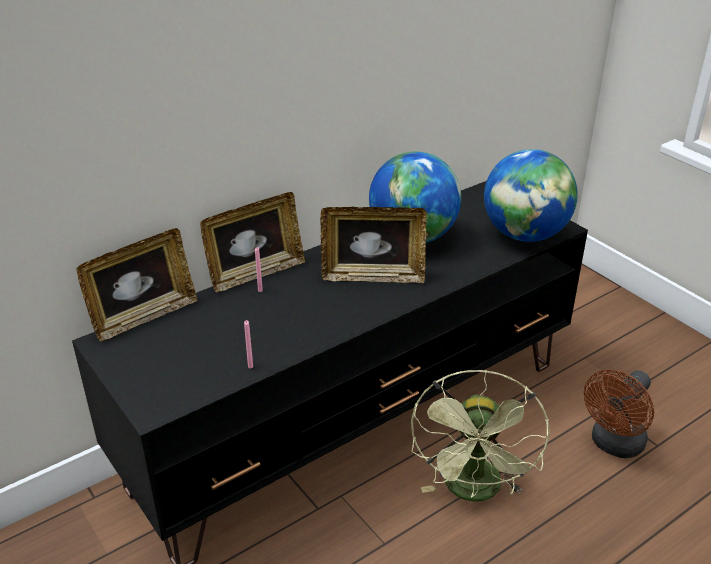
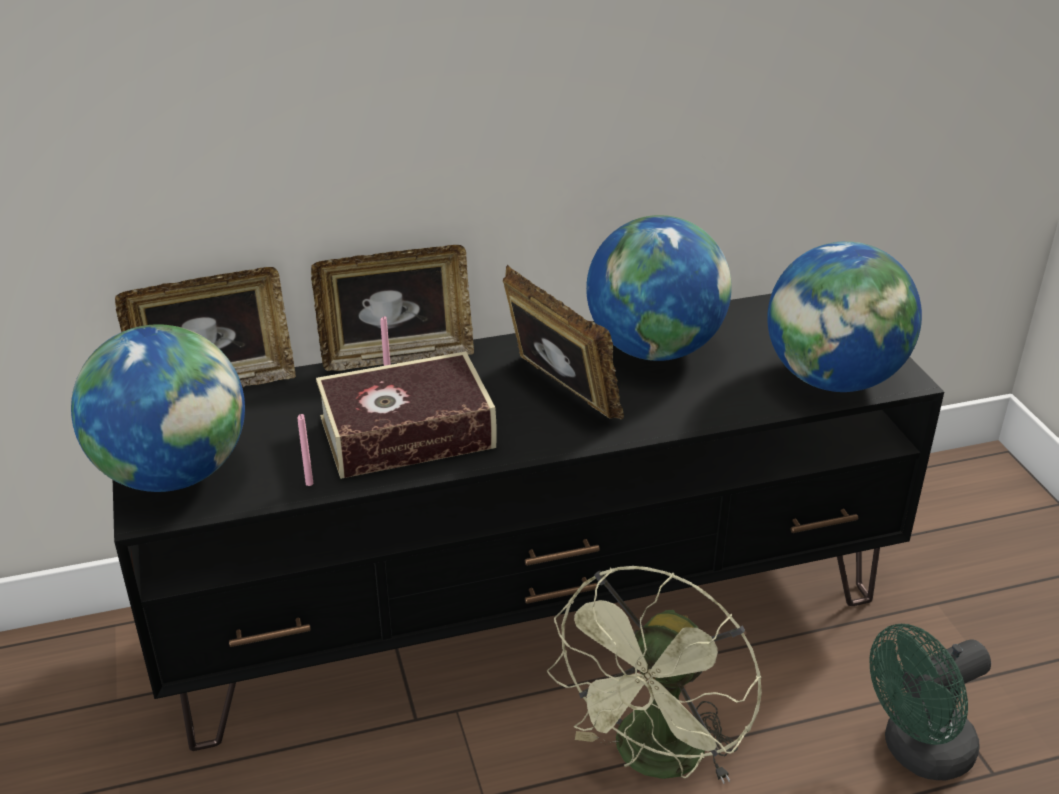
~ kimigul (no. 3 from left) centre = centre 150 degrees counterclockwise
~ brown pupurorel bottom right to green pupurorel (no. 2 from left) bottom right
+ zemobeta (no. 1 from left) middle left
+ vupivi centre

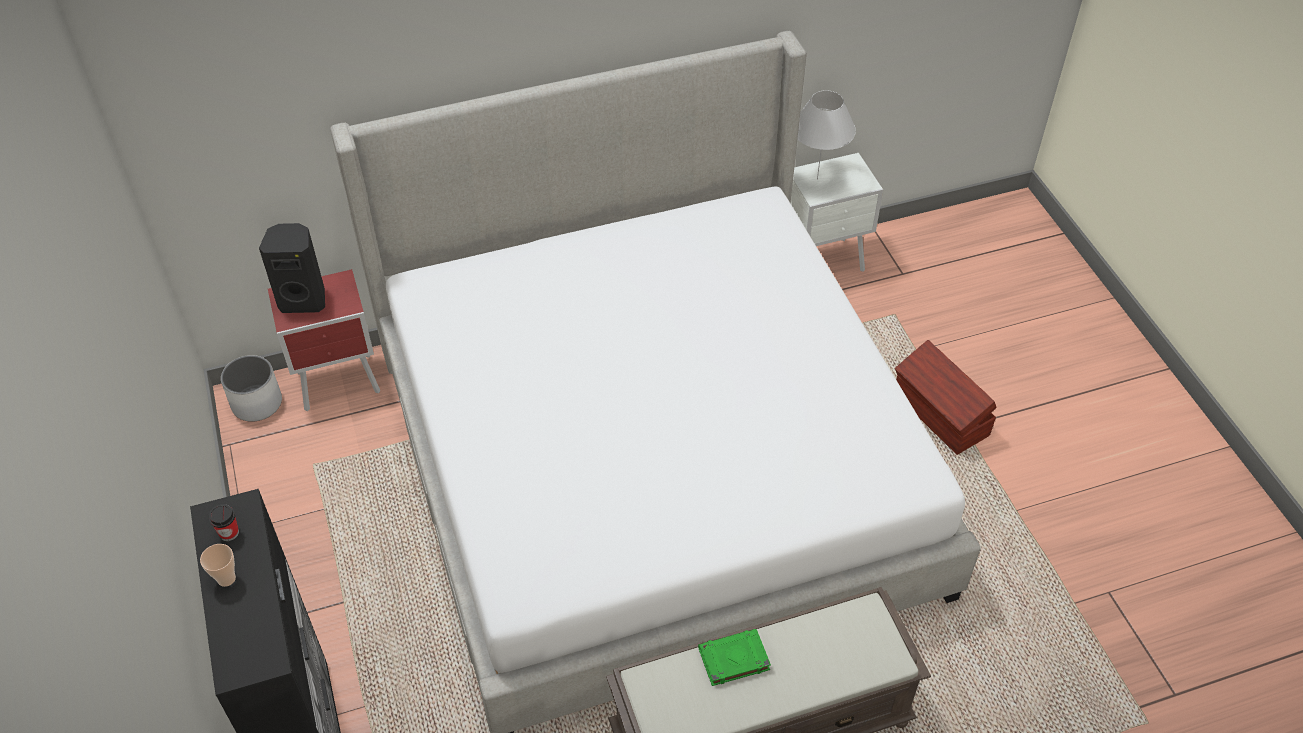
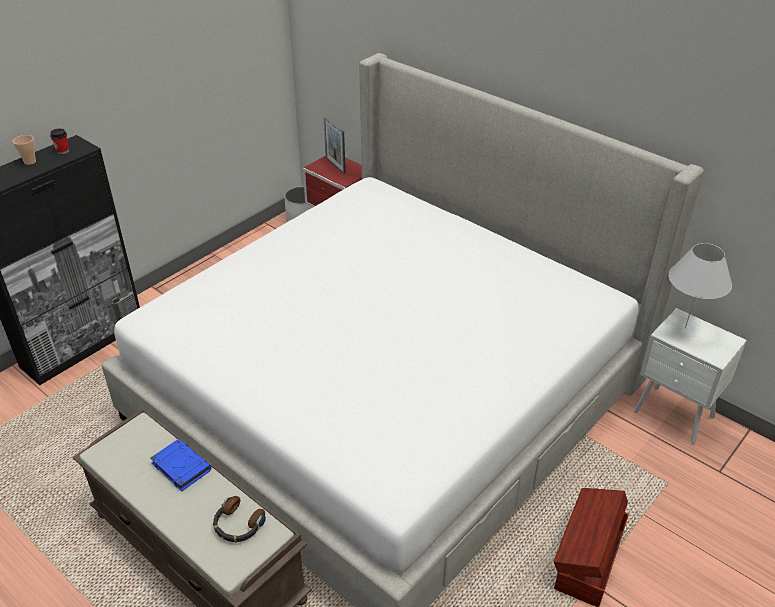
~ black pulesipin middle left to kimigul top centre
~ green vupivi bottom centre to blue vupivi bottom left
+ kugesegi bottom left

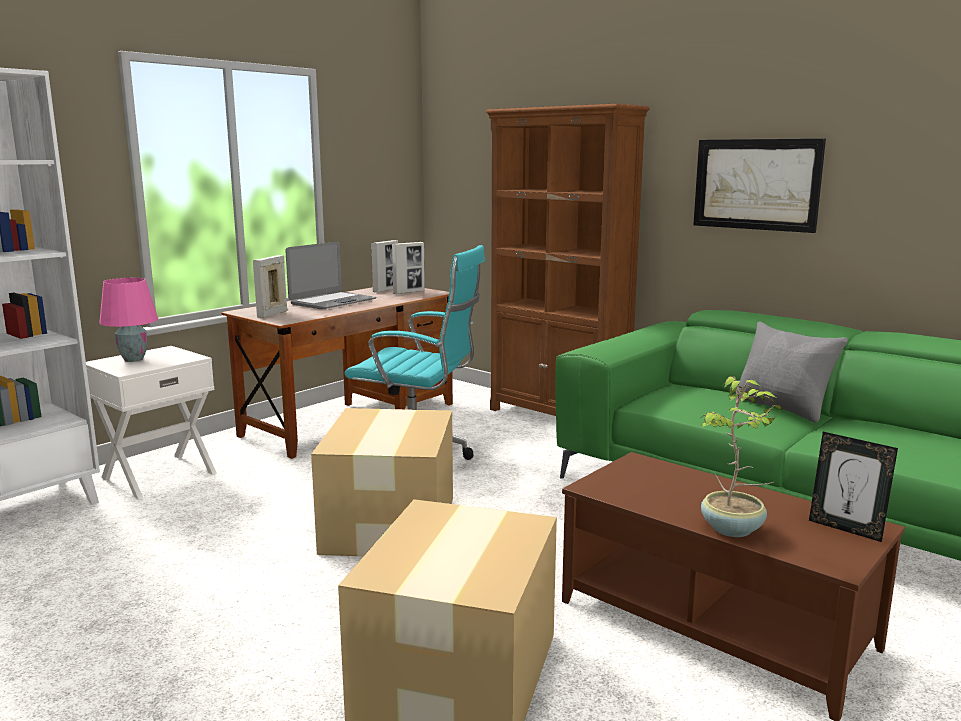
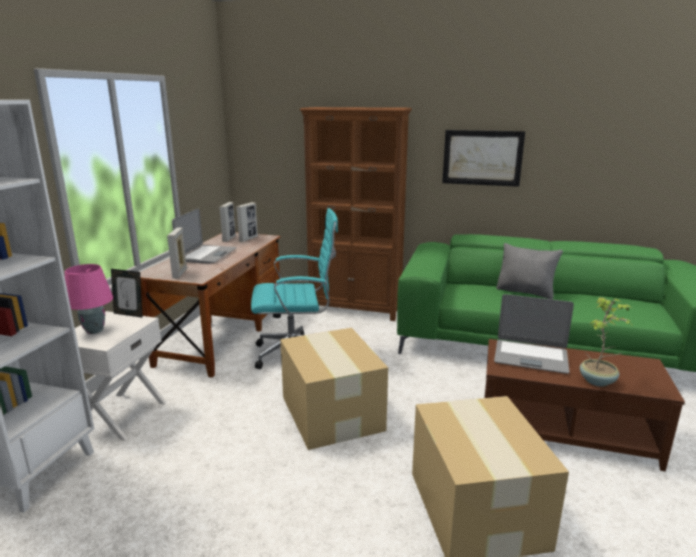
~ kimigul (no. 4 from left in the first image) bottom right to kimigul (no. 1 from left) middle left
+ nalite (no. 2 from left) middle right

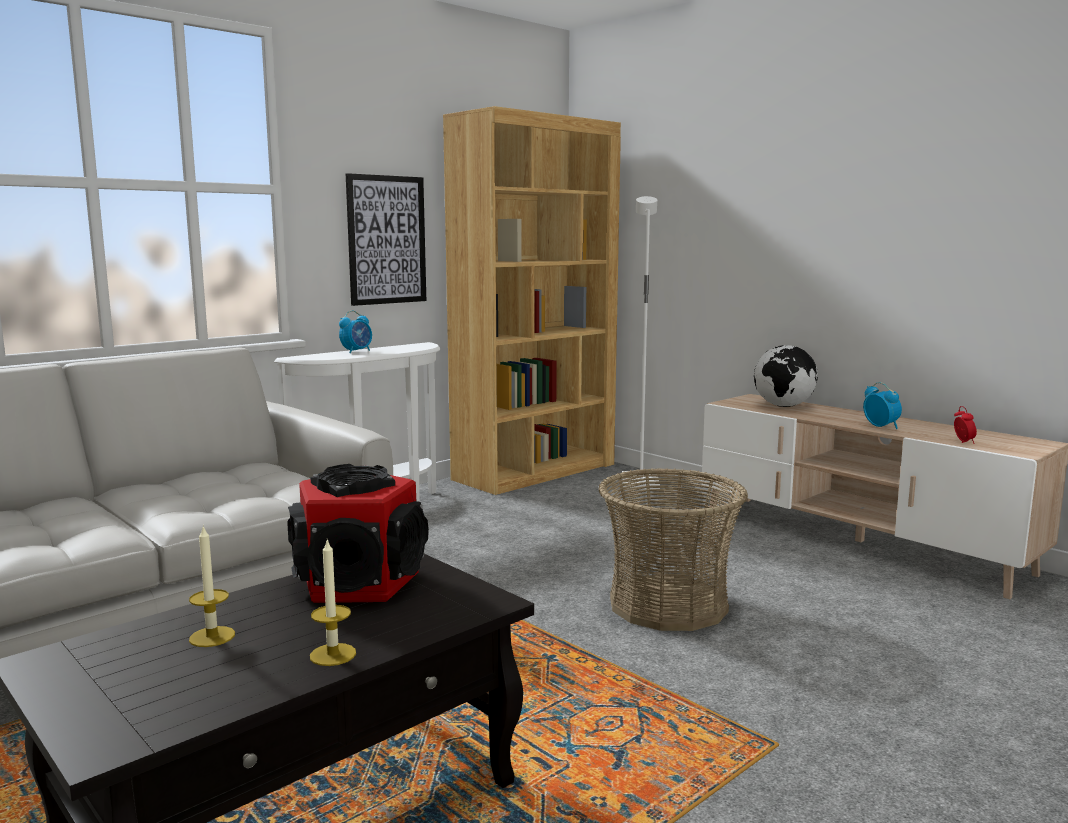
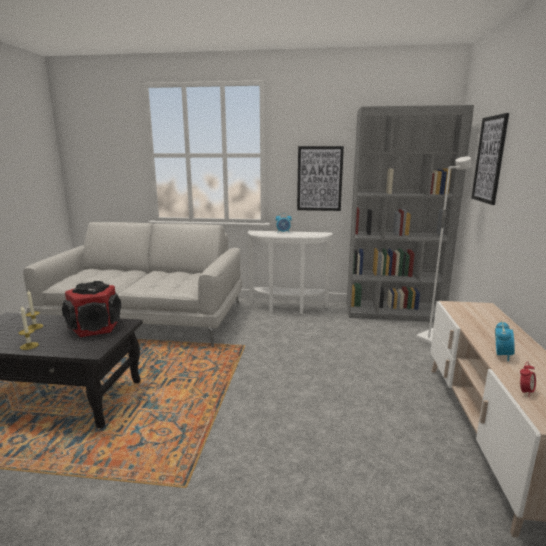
~ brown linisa centre to grey linisa middle right
- zemobeta middle right
- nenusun bottom centre
+ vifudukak (no. 2 from left) top right

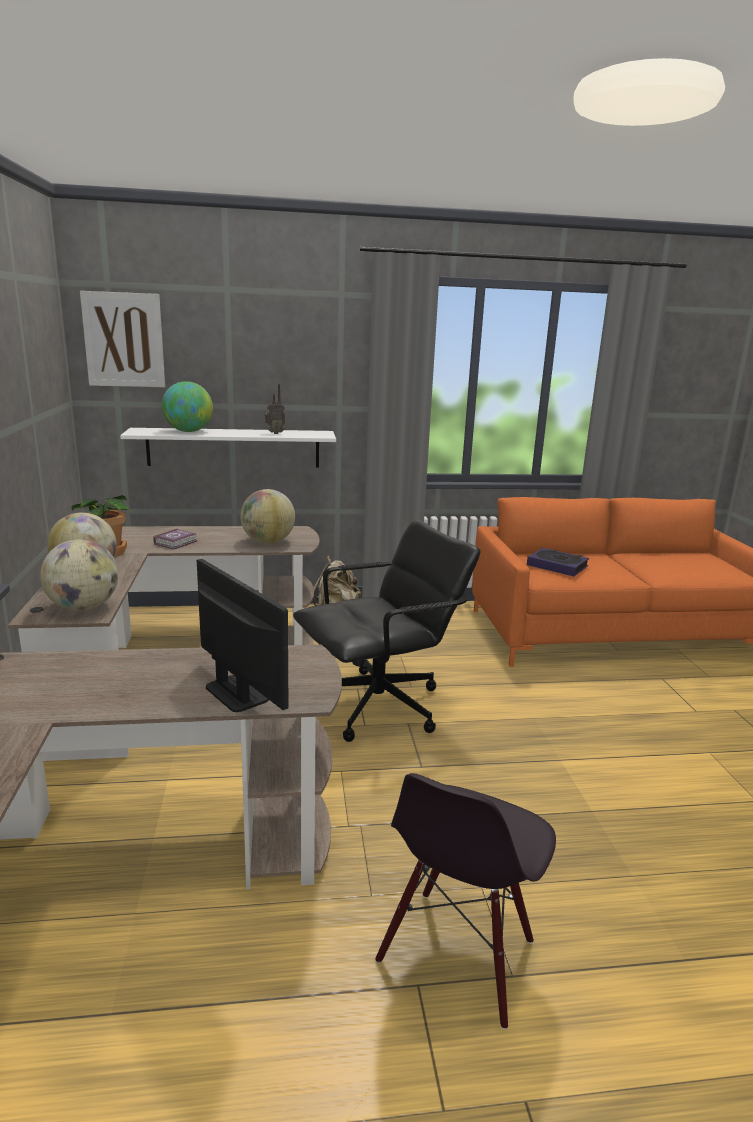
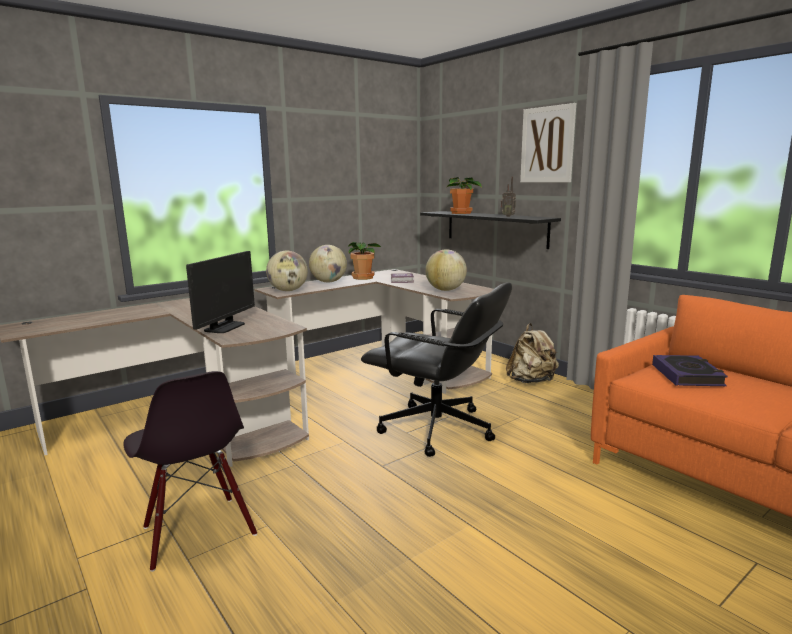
~ vifudukak top left to top right
~ zemobeta (no. 3 from left) middle left to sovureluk (no. 2 from left) top centre
~ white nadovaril middle left to black nadovaril centre
~ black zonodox bottom centre = bottom left 120 degrees counterclockwise

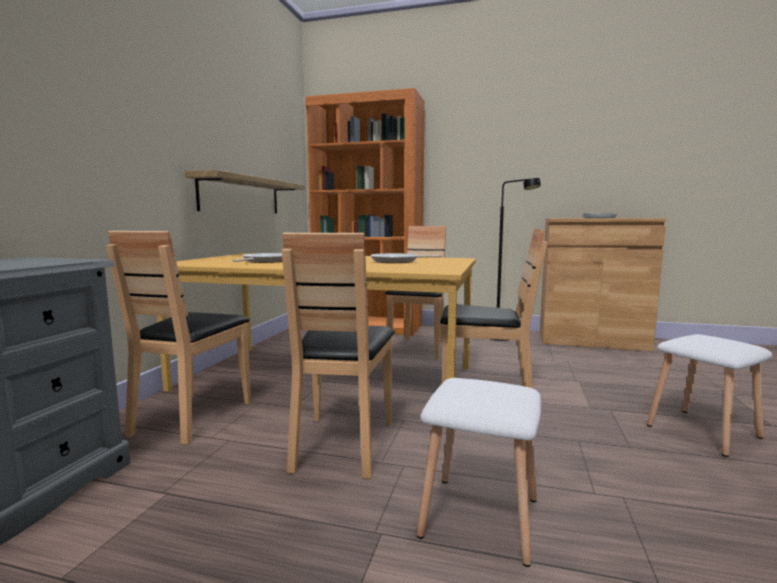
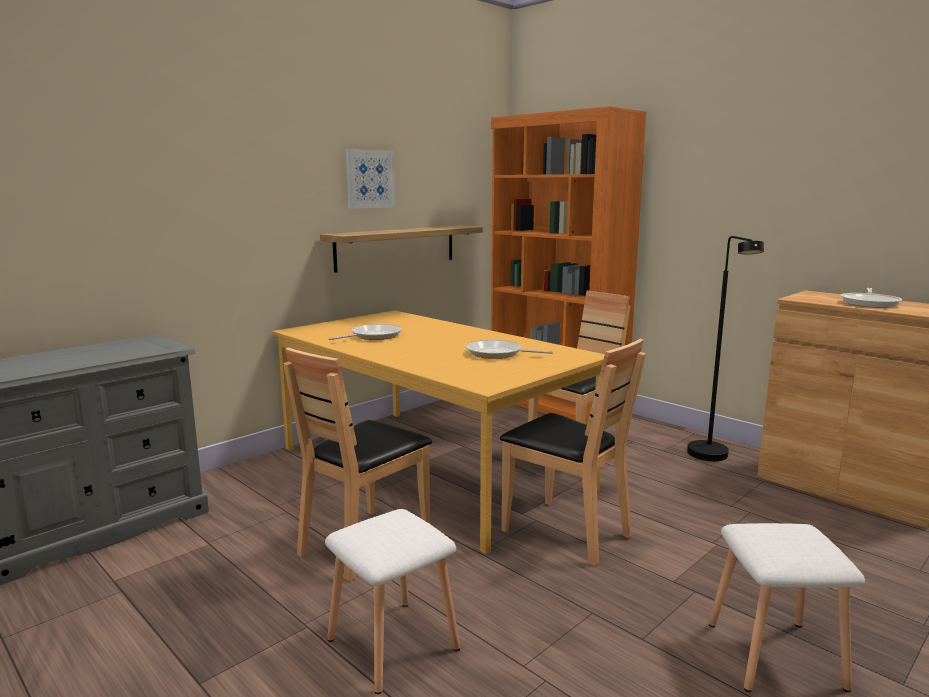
- brown zonodox (no. 1 from left) middle left
+ vifudukak top centre

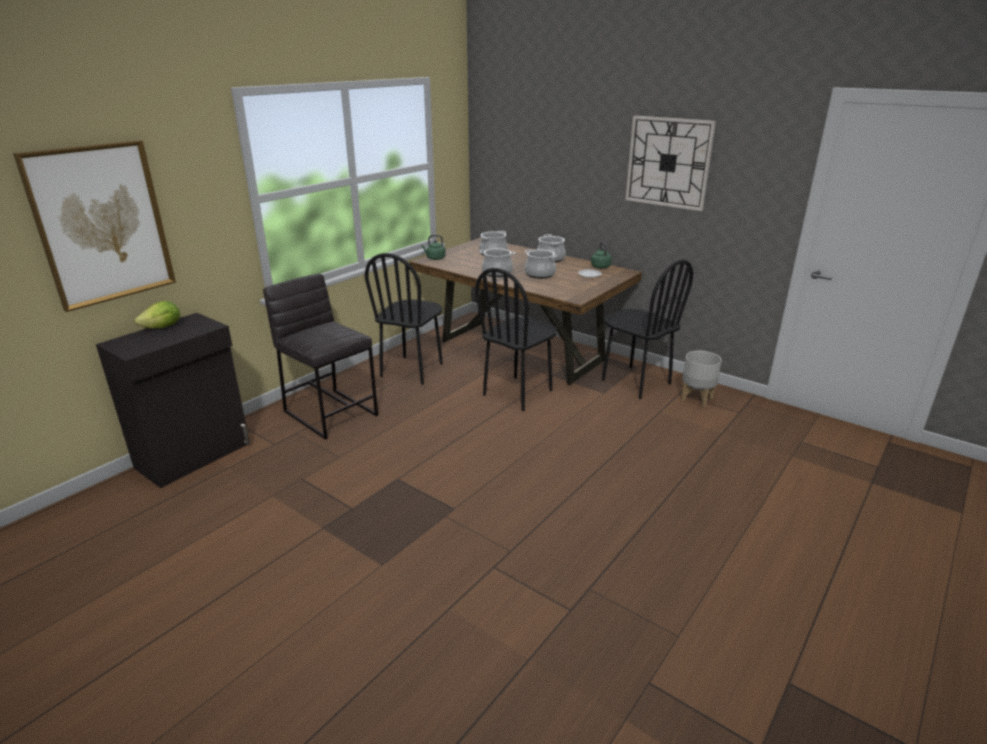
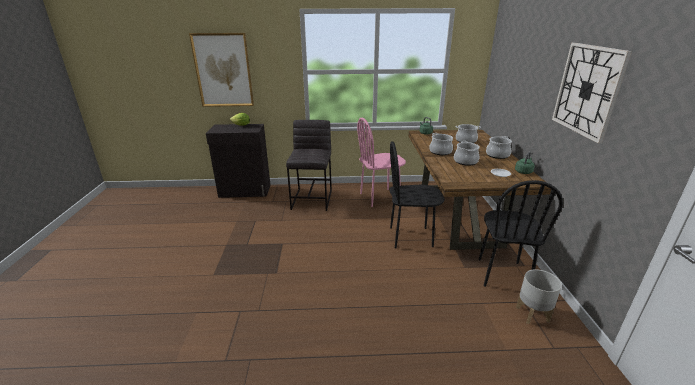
~ black zonodox (no. 1 from left) centre to pink zonodox centre

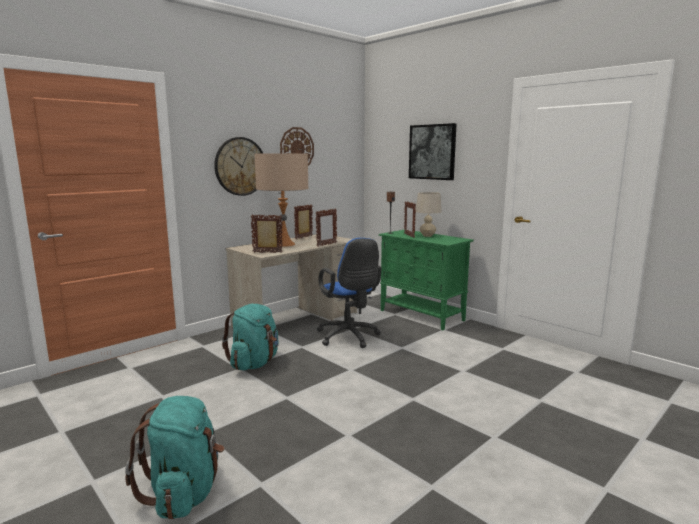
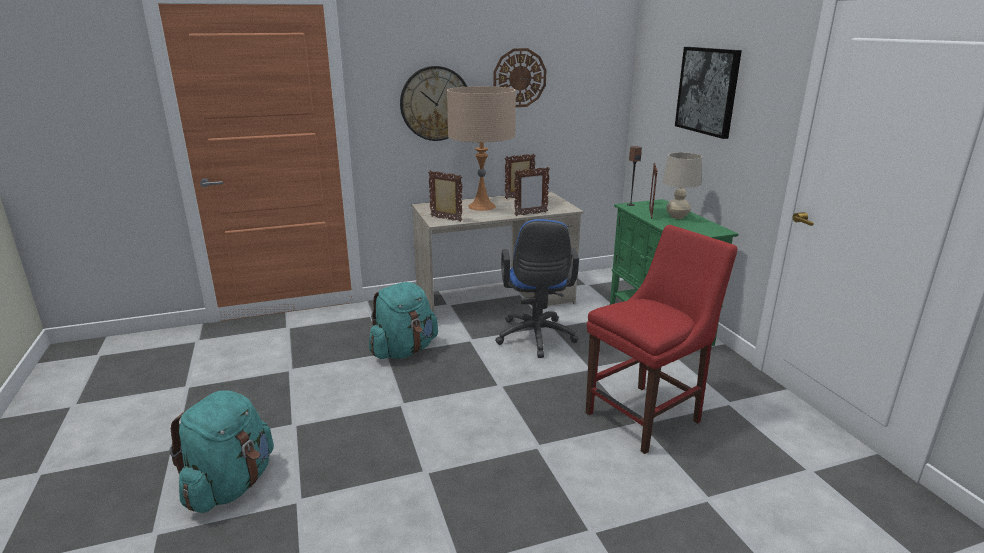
+ red zonodox middle right

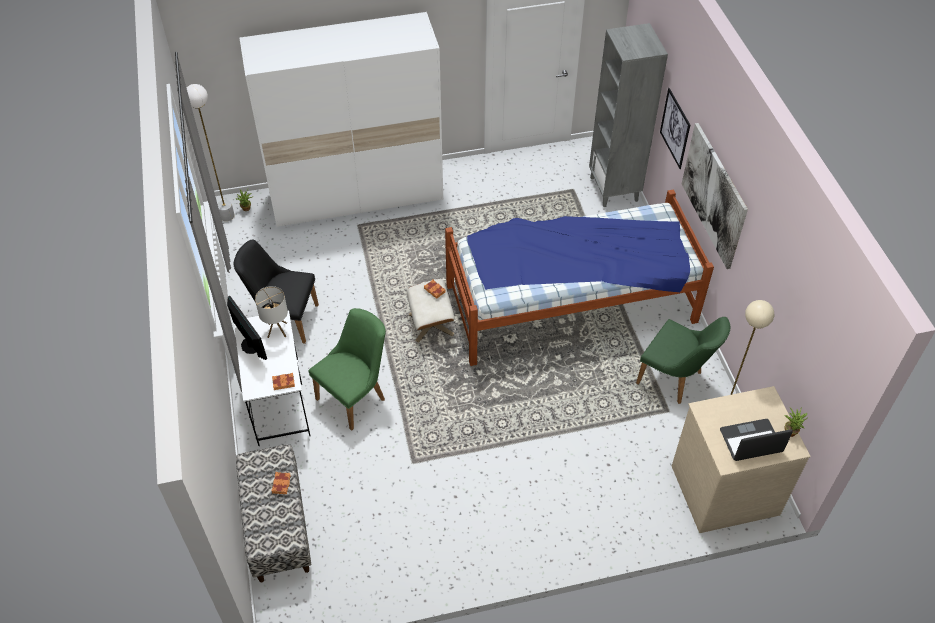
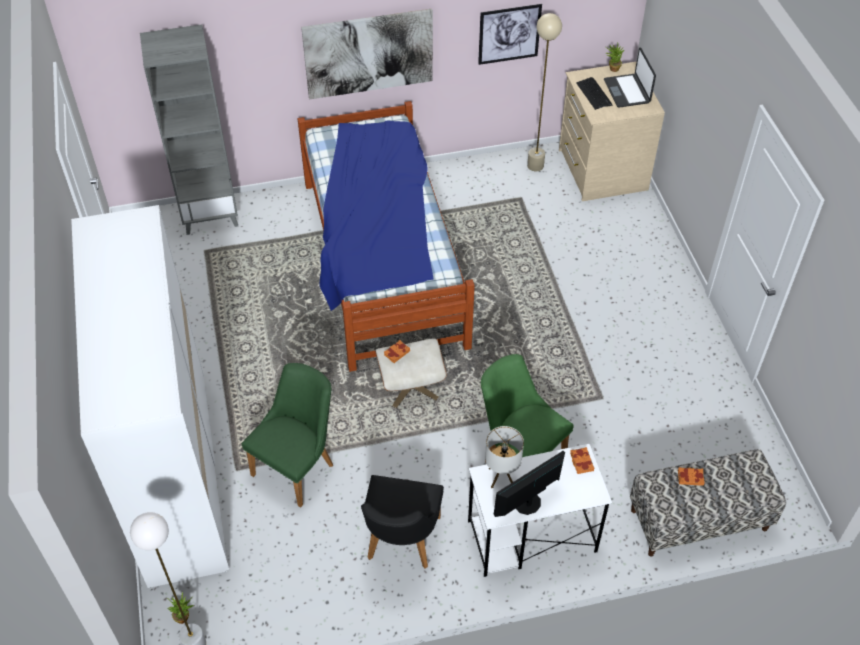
~ vifudukak (no. 1 from left in the first image) top right to vifudukak (no. 2 from left) top centre
~ green zonodox (no. 2 from left in the first image) middle right to green zonodox (no. 1 from left) bottom centre
+ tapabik top right

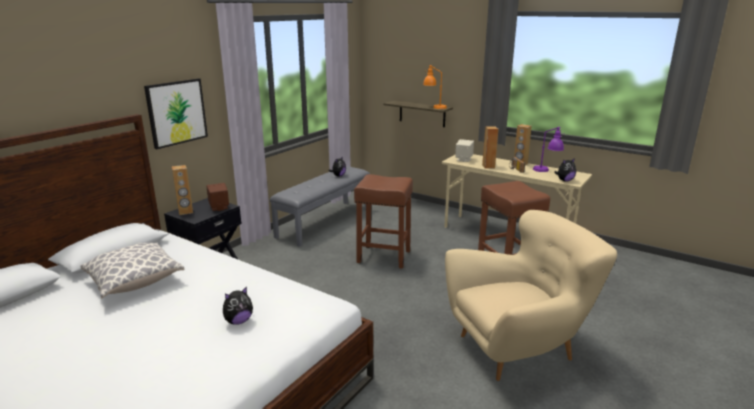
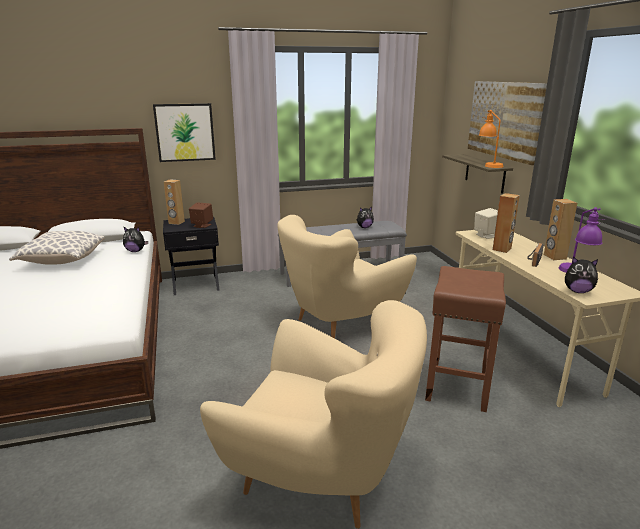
~ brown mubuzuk (no. 1 from left) centre to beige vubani (no. 2 from left) centre
~ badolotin (no. 1 from left) bottom left to middle left
+ vifudukak (no. 2 from left) top right

